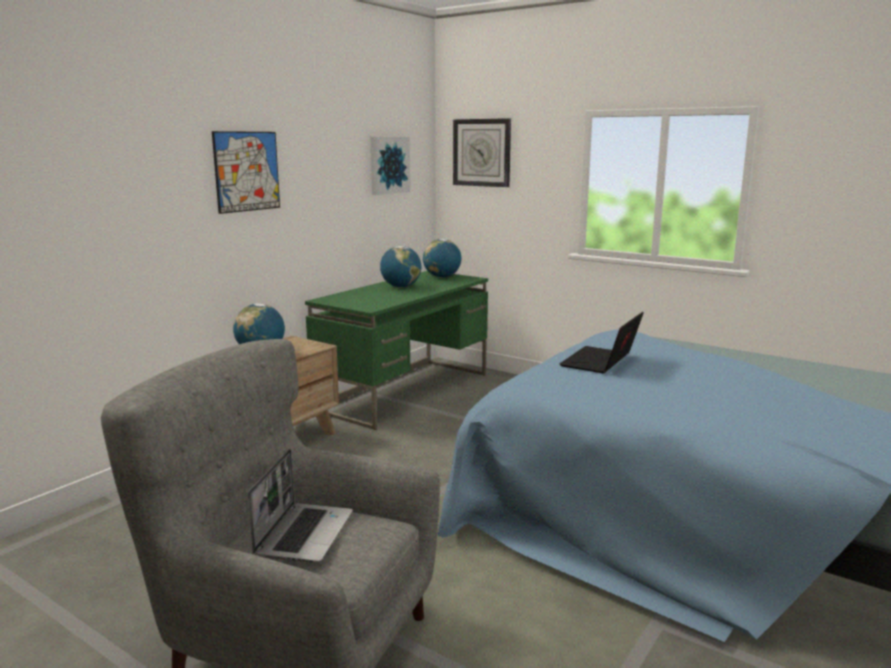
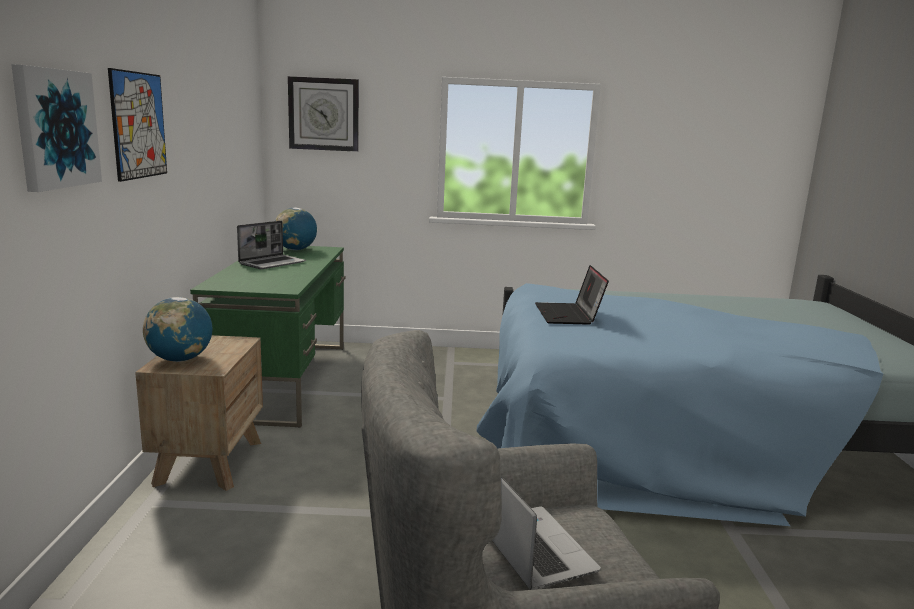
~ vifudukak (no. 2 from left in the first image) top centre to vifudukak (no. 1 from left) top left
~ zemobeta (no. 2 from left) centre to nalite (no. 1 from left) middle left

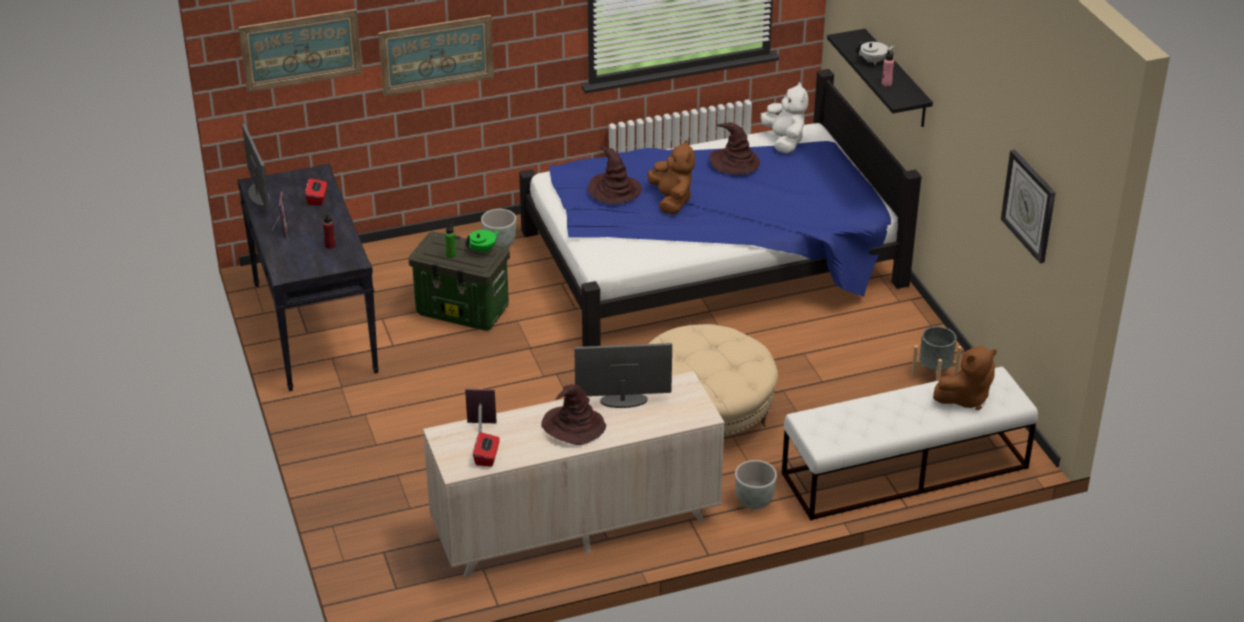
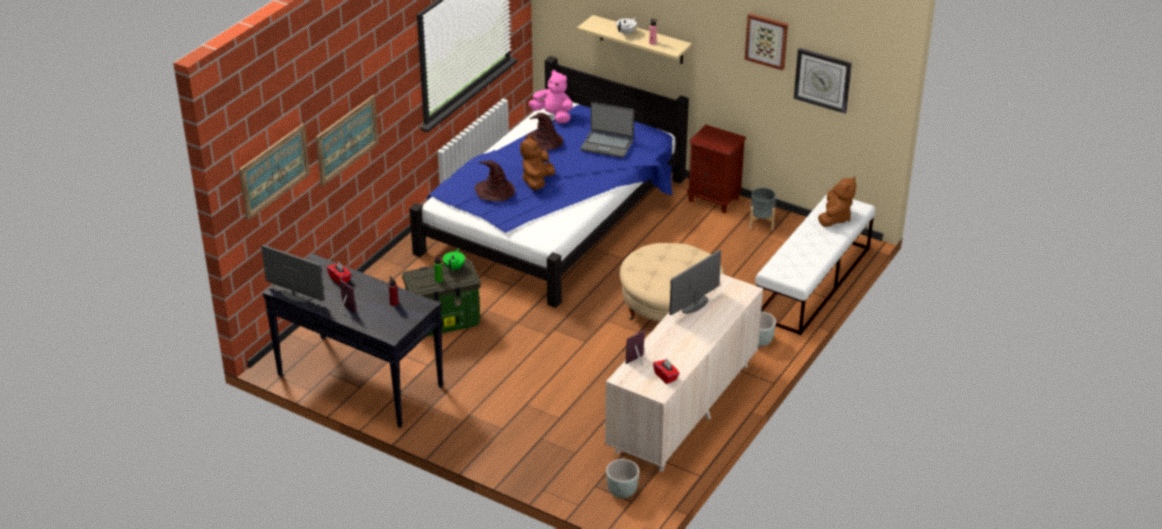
~ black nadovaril top right to beige nadovaril top centre
~ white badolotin top centre to pink badolotin top centre
~ brown badolotin (no. 1 from left) top centre = top centre 105 degrees counterclockwise
~ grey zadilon (no. 1 from left) centre to bottom centre
- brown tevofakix (no. 1 from left) centre
+ vifudukak (no. 3 from left) top centre
+ nalite top centre
+ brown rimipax top centre

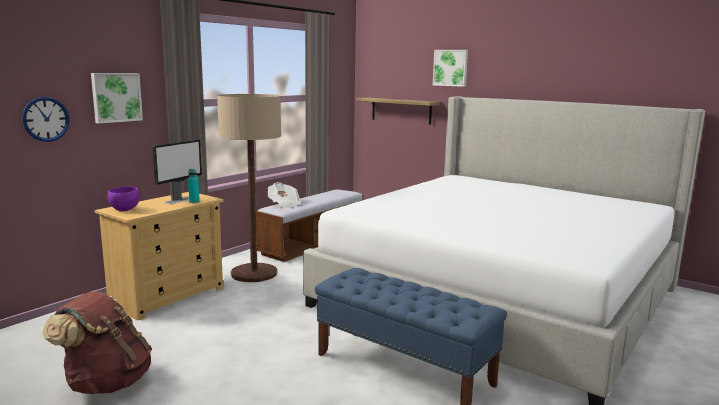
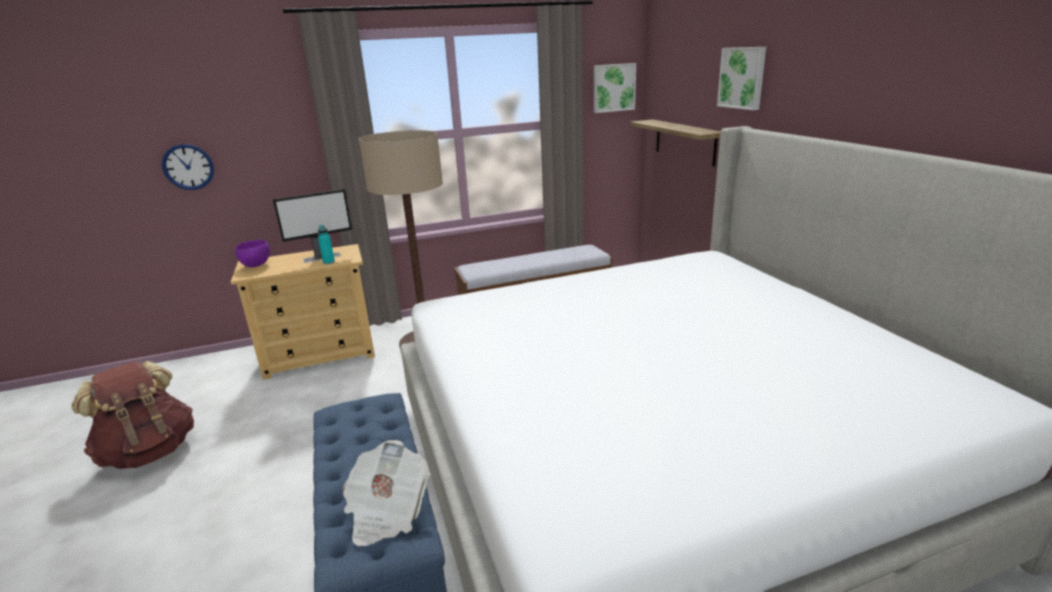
~ vifudukak (no. 1 from left) top left to top centre
~ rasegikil centre to bottom centre

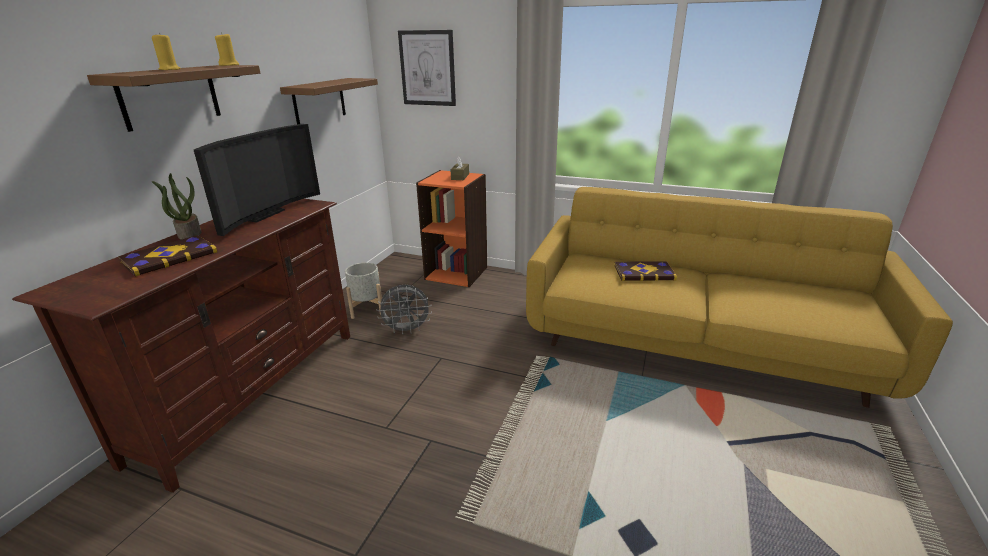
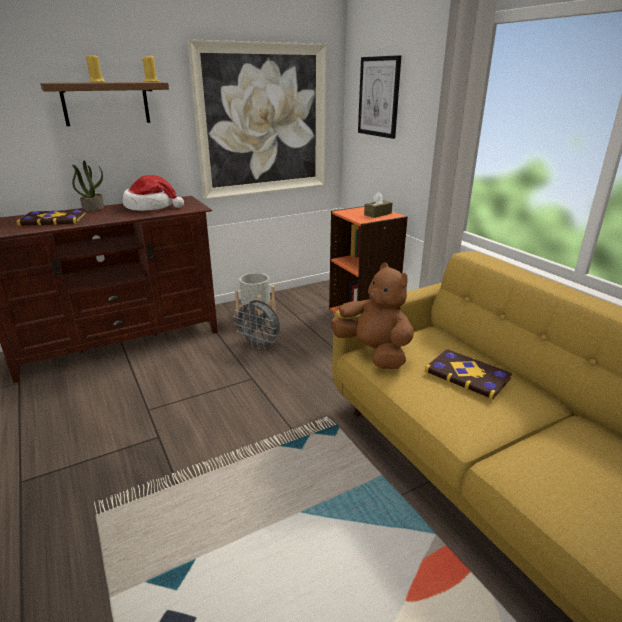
~ brown nadovaril (no. 2 from left) top left to vifudukak (no. 1 from left) top centre
~ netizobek top left to tevofakix top left
+ brown badolotin centre

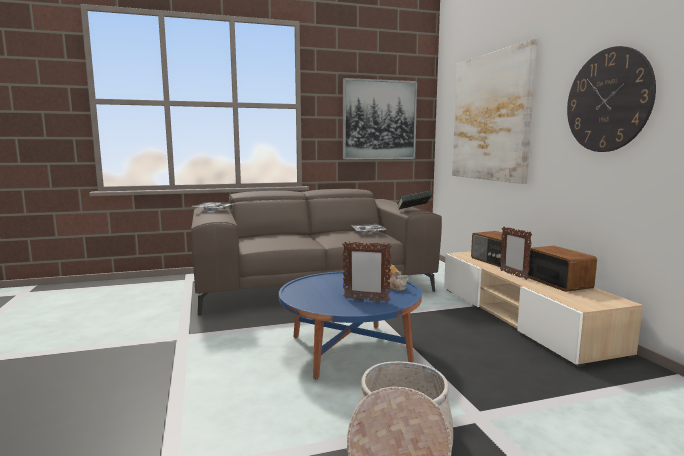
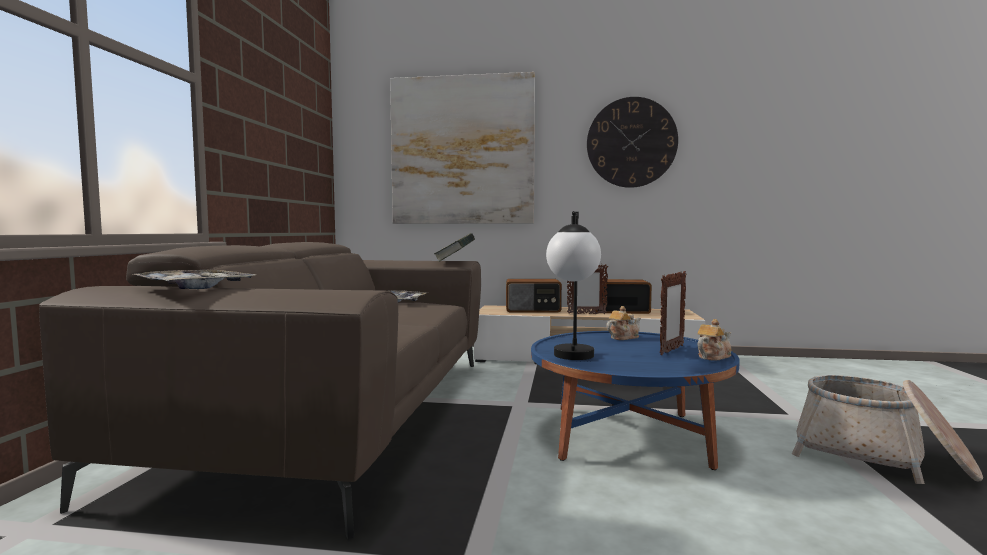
- vifudukak (no. 1 from left) top centre
+ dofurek centre
+ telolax (no. 2 from left) middle right

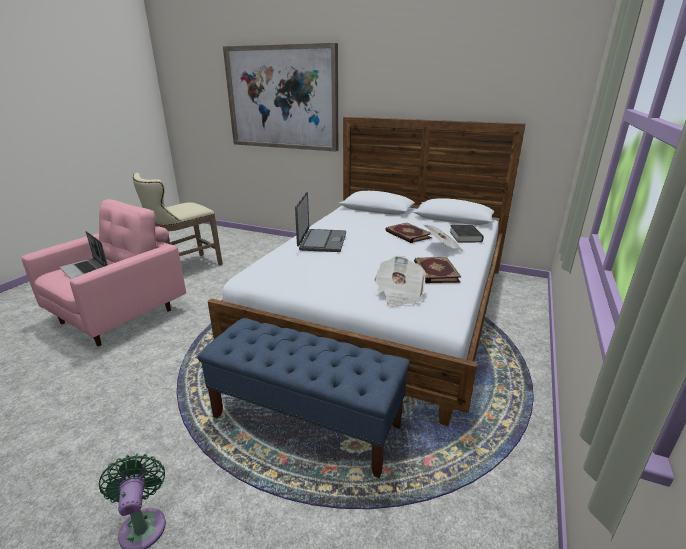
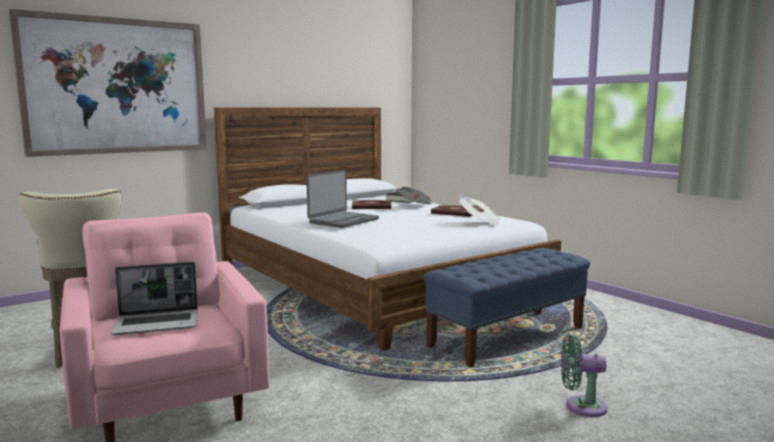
~ nalite (no. 2 from left) centre = centre 90 degrees clockwise

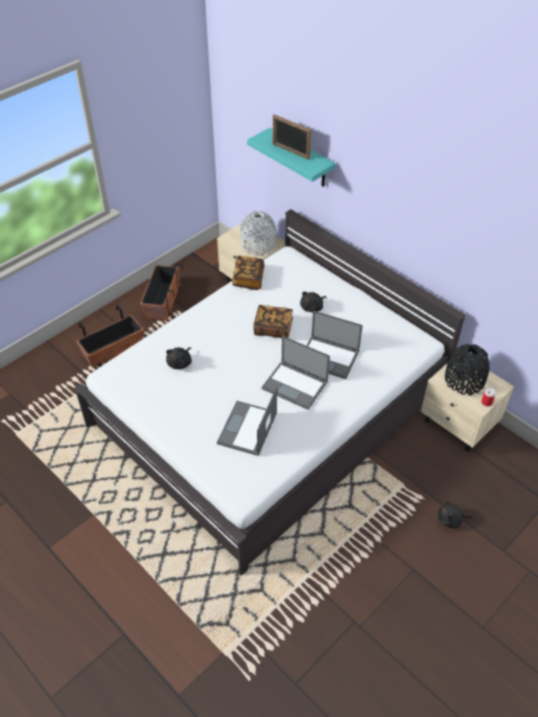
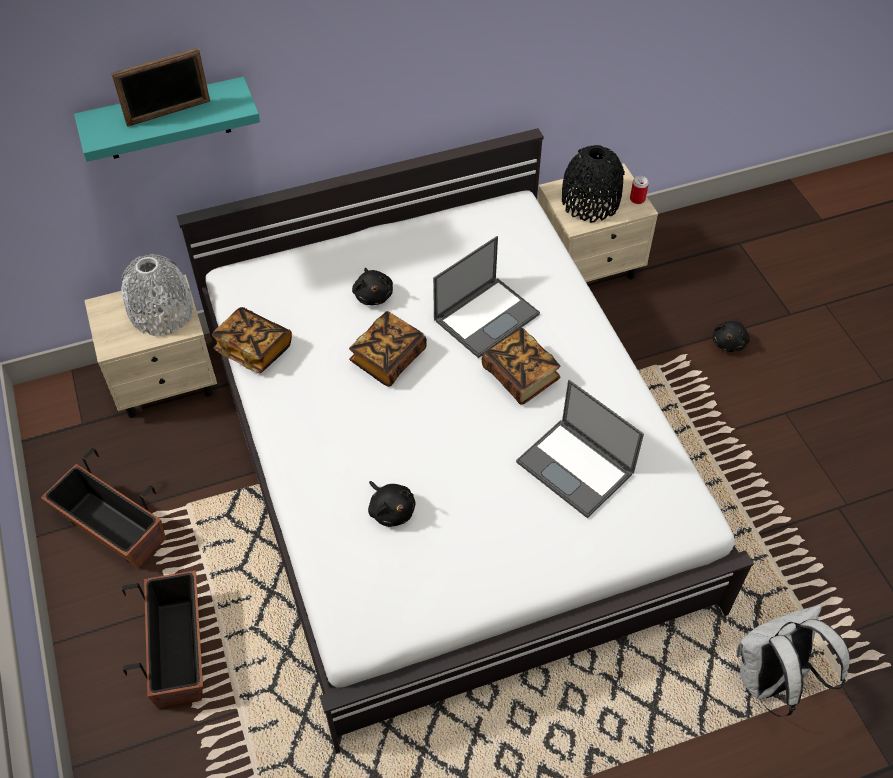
~ nalite (no. 2 from left) centre to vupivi (no. 3 from left) centre
+ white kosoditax bottom right

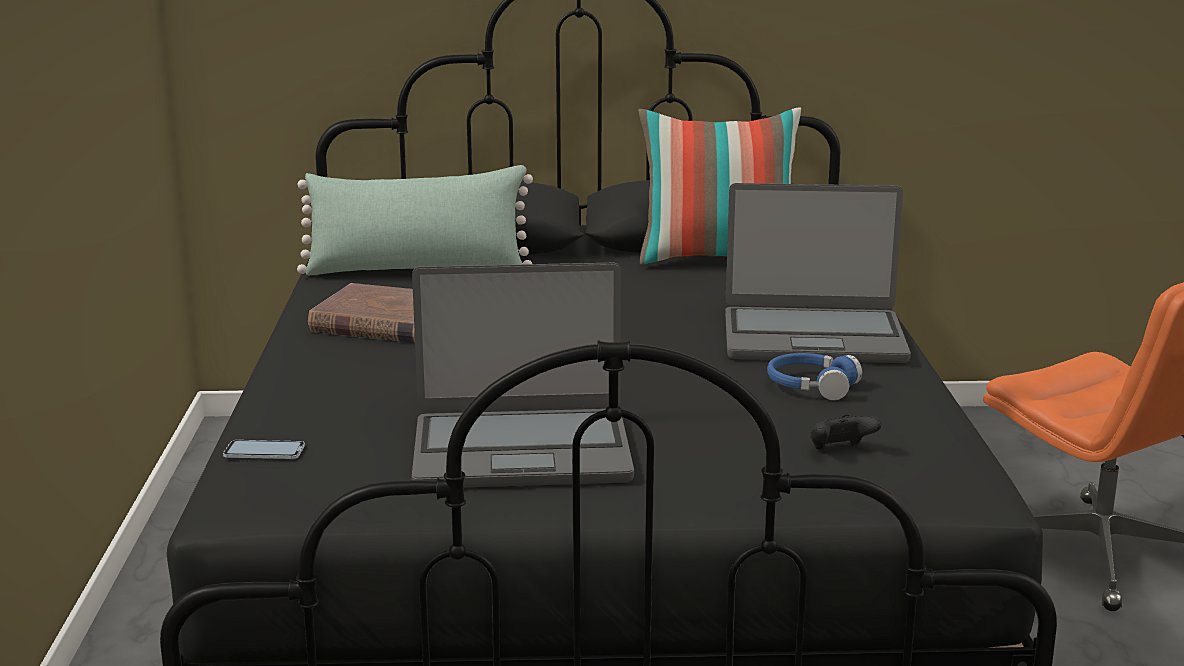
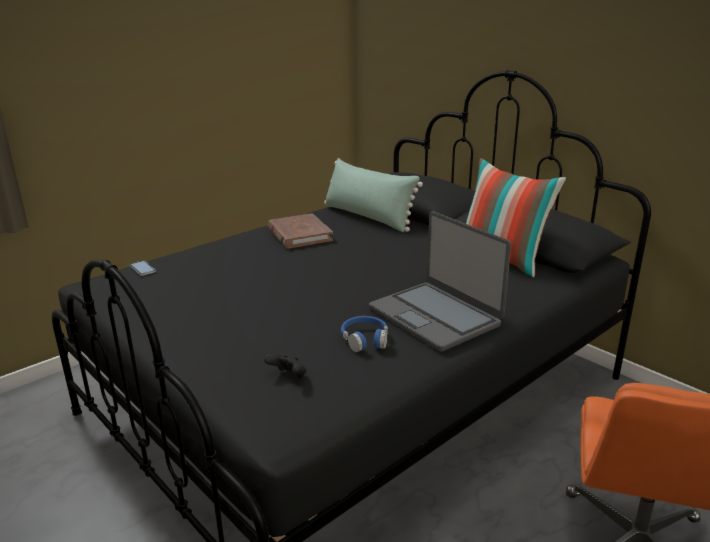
- nalite (no. 1 from left) centre

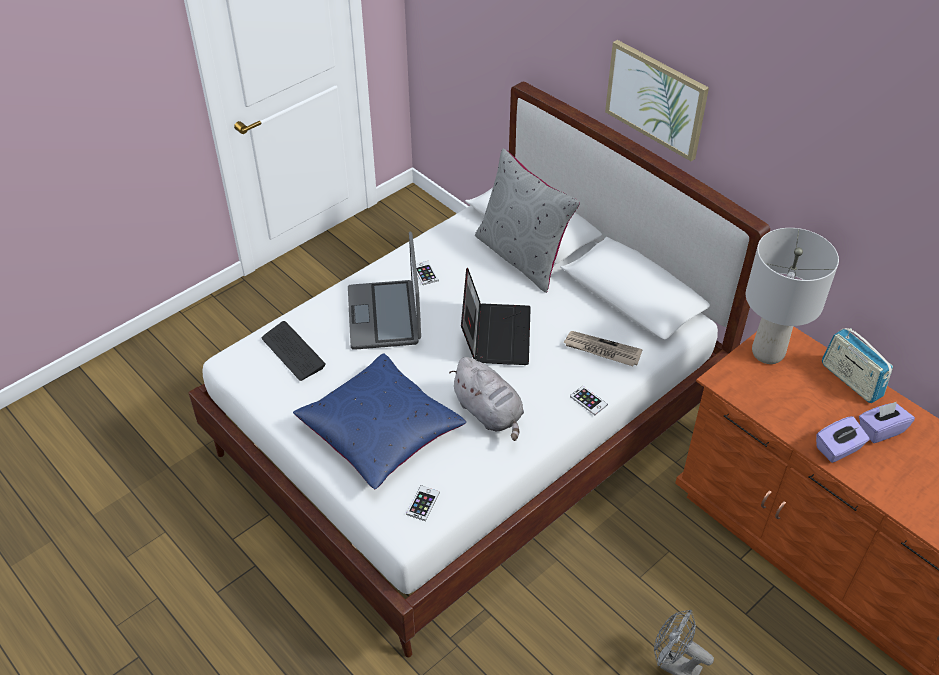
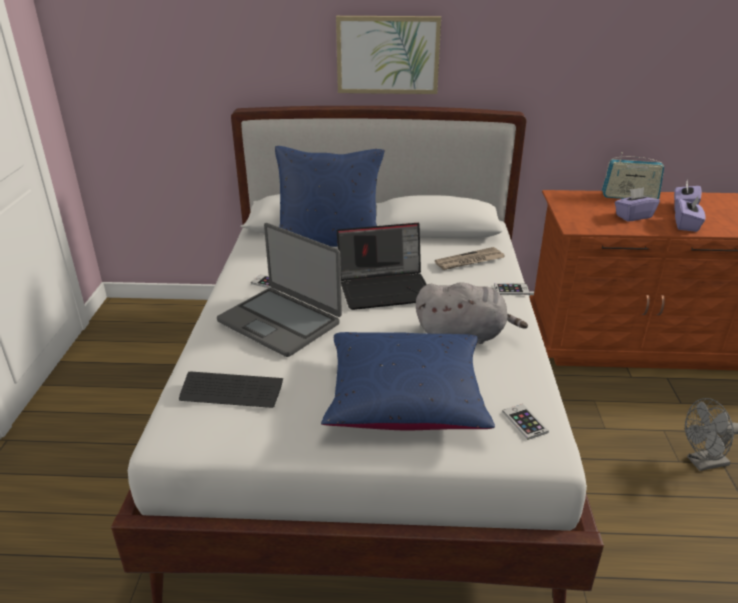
~ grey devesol top centre to blue devesol (no. 1 from left) top centre
- grey dofurek middle right
~ nalite (no. 2 from left) centre = centre 120 degrees clockwise
+ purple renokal (no. 1 from left) middle right

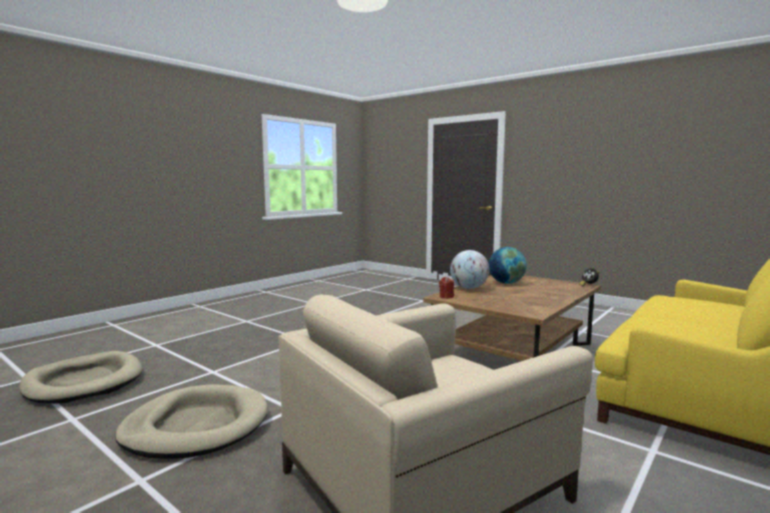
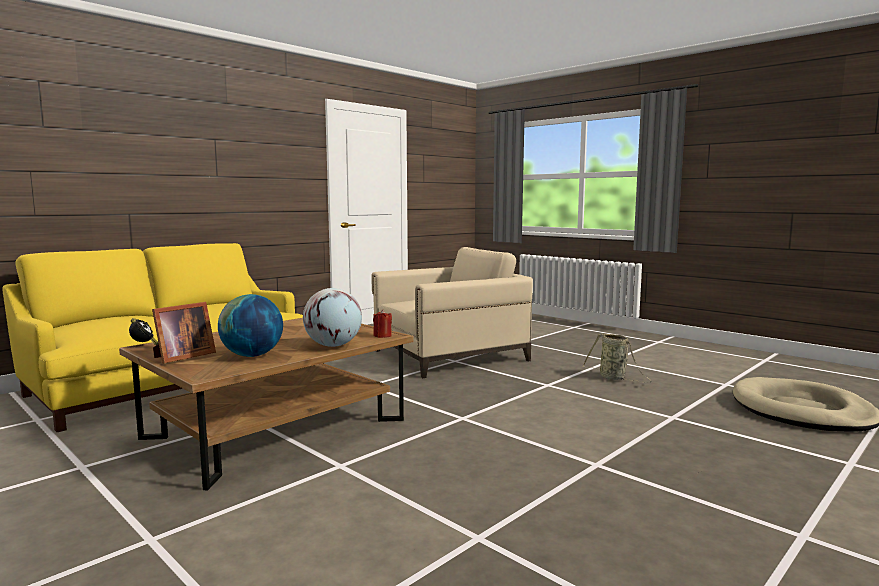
~ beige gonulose (no. 2 from left) bottom left to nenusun middle right
+ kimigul middle left

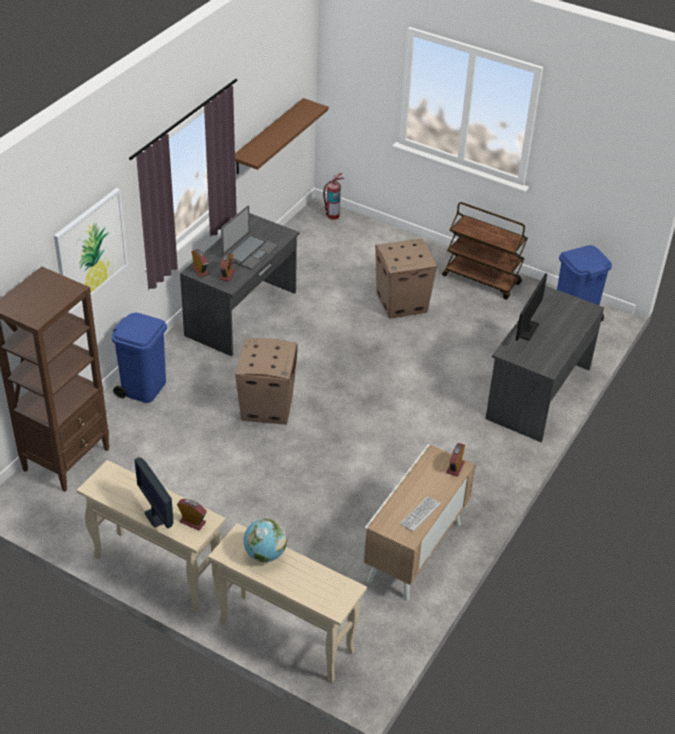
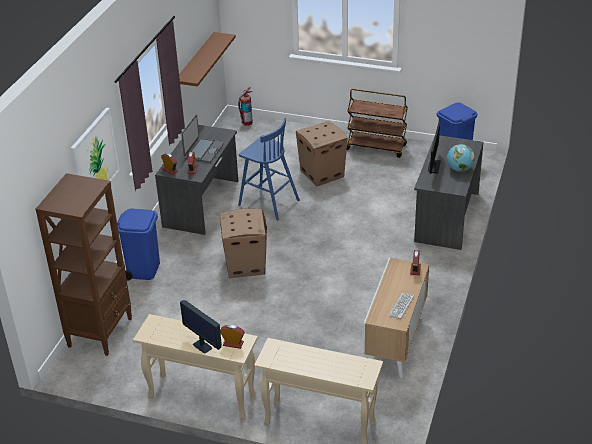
~ zemobeta bottom centre to middle right
+ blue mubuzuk centre

